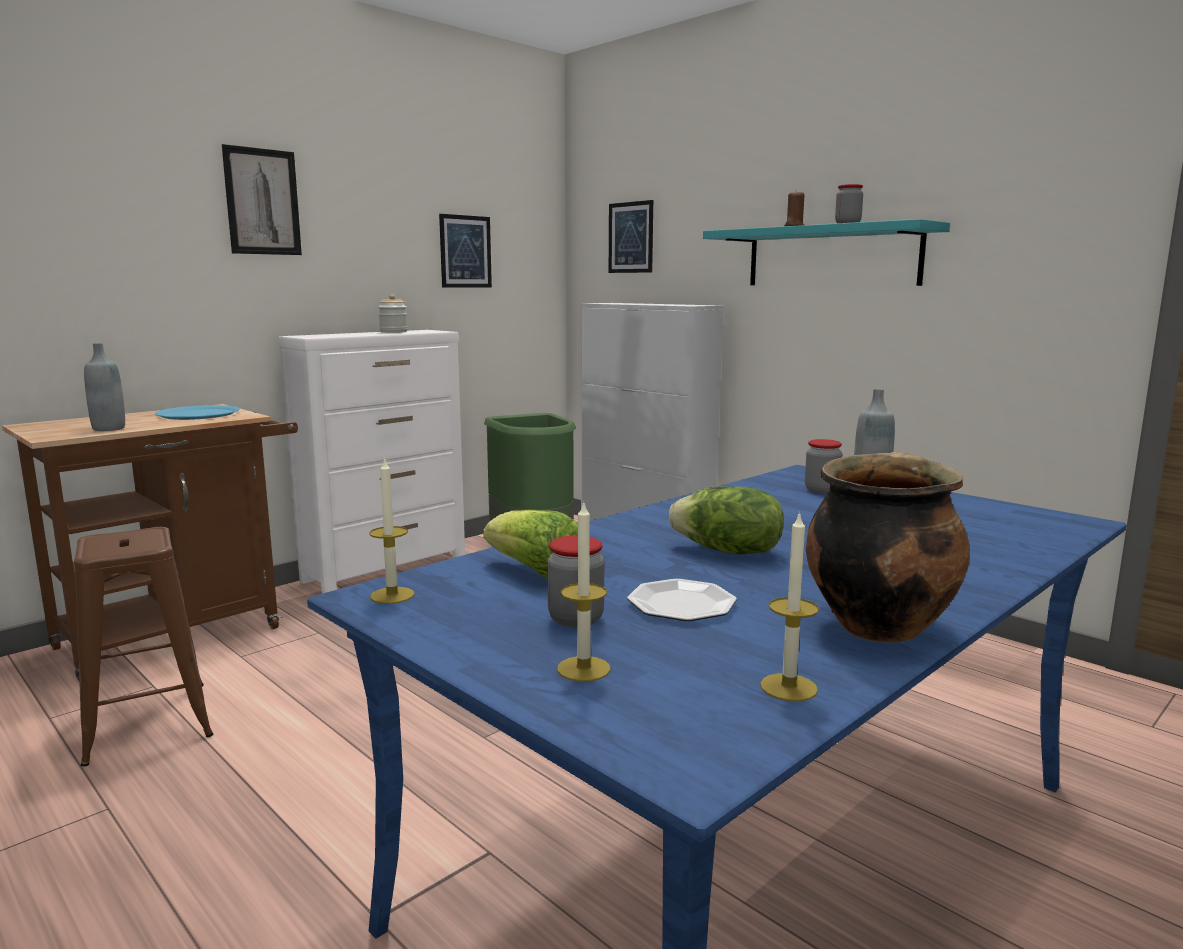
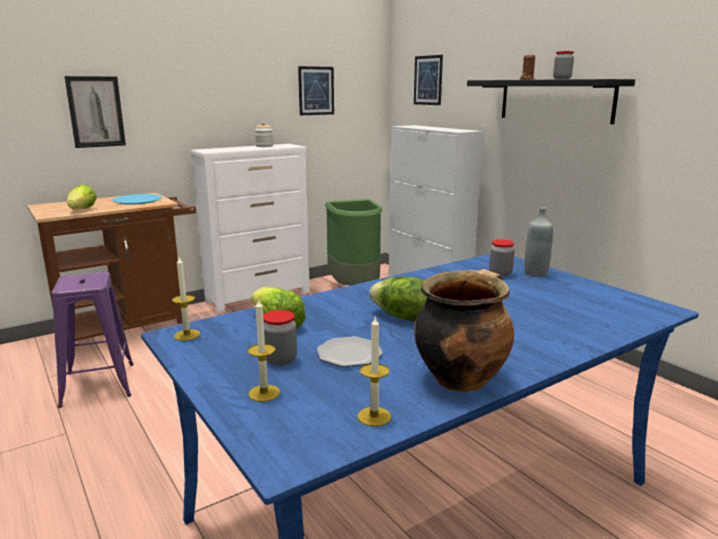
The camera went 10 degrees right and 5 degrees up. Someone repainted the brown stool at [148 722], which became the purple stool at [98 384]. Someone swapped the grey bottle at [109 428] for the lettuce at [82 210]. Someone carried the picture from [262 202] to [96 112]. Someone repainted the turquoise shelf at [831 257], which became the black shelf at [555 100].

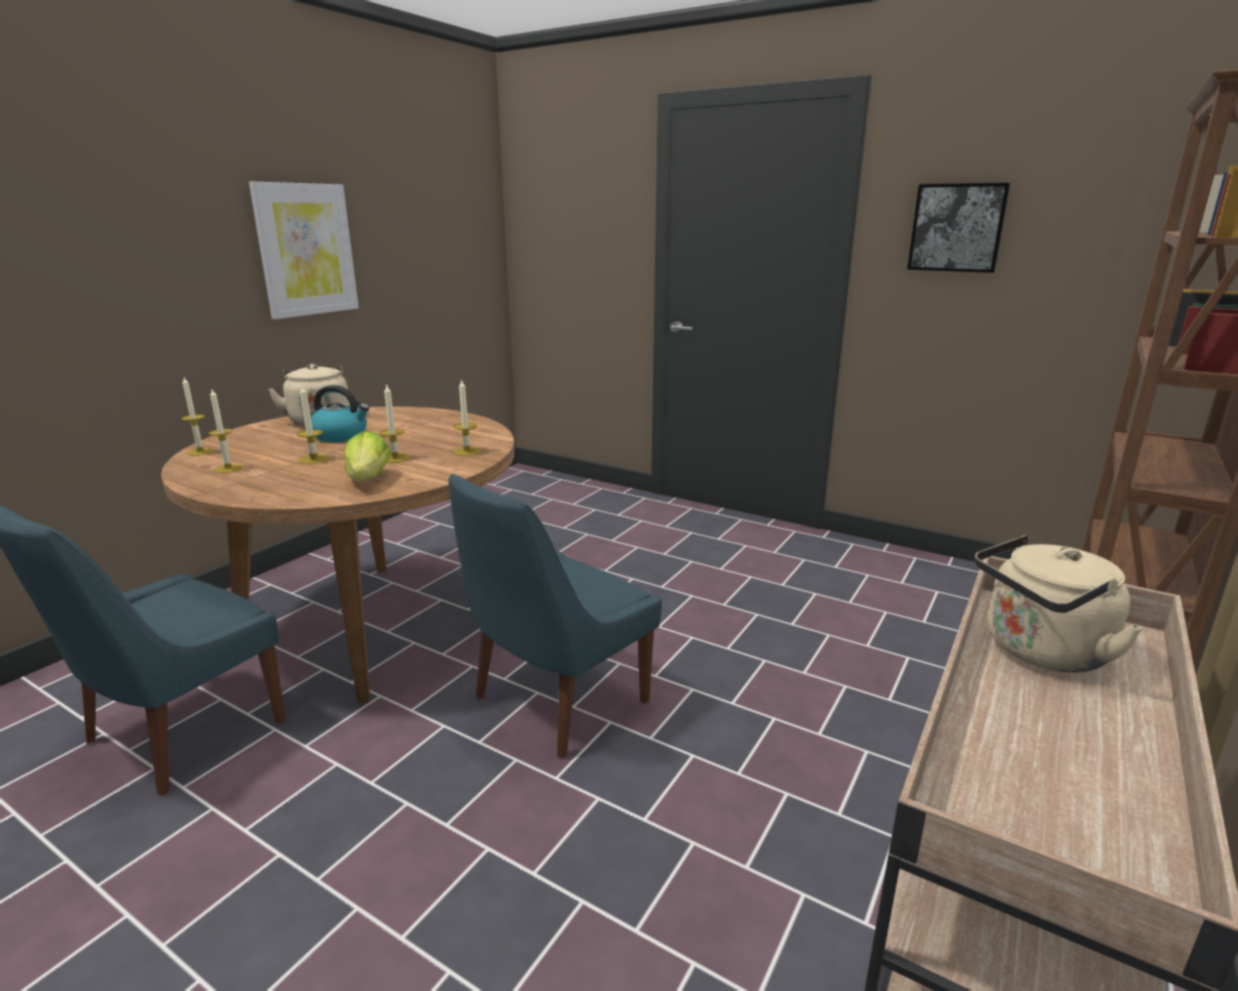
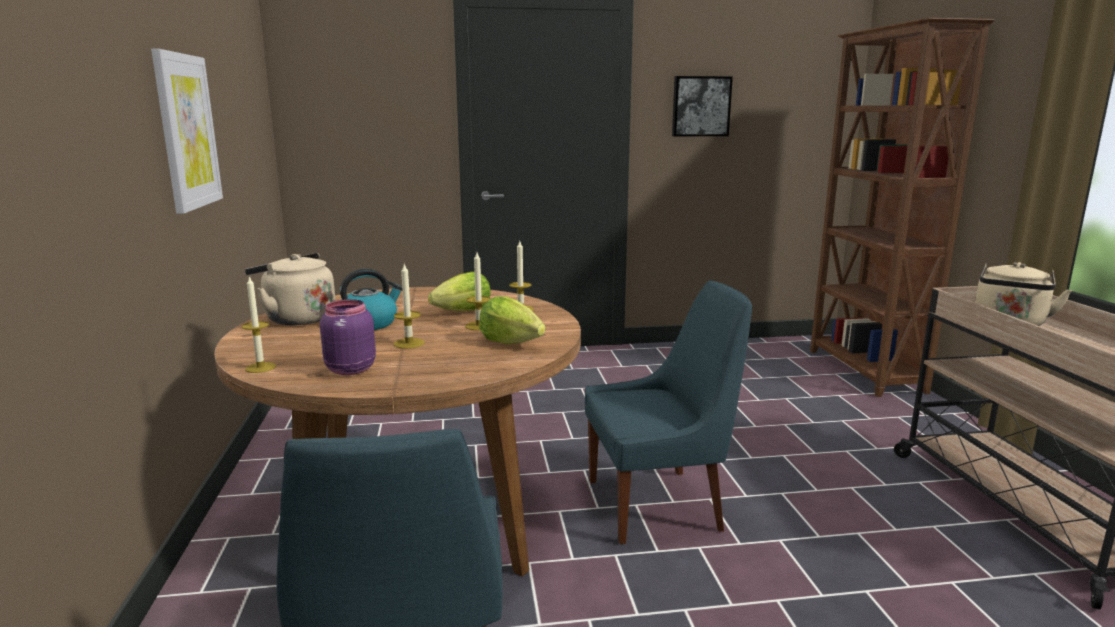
The camera went 40 degrees left and 5 degrees down. Someone swapped the candle at [228 469] for the purple jar at [349 369]. Someone rotated the blue chair at [555 702] by 105 degrees counterclockwise. Someone put down the lettuce at [463 312].

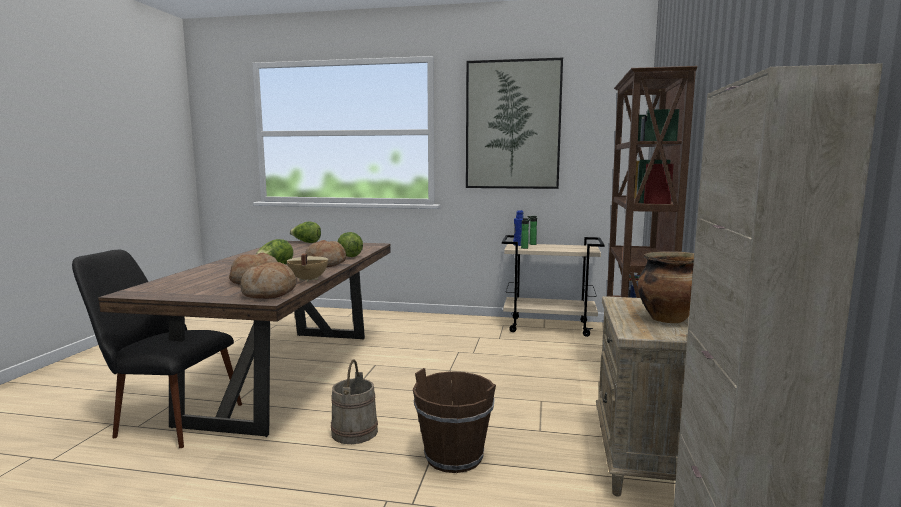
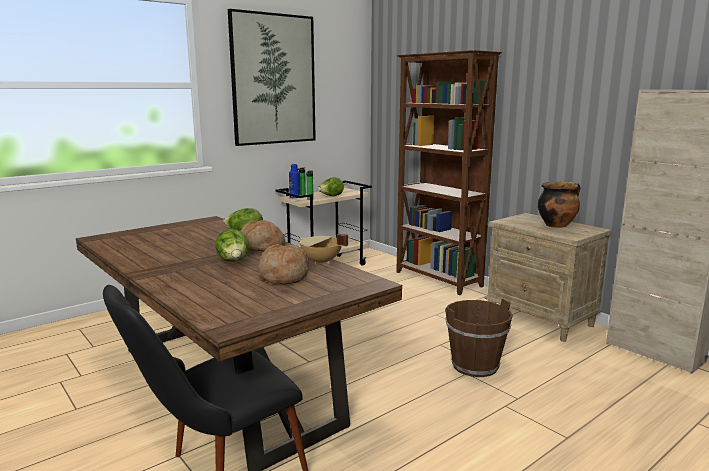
The camera went 50 degrees left and 5 degrees up. Someone took away the bread at [270 293]. Someone carried the lettuce from [306 242] to [331 196]. Someone took away the beige bucket at [355 432].

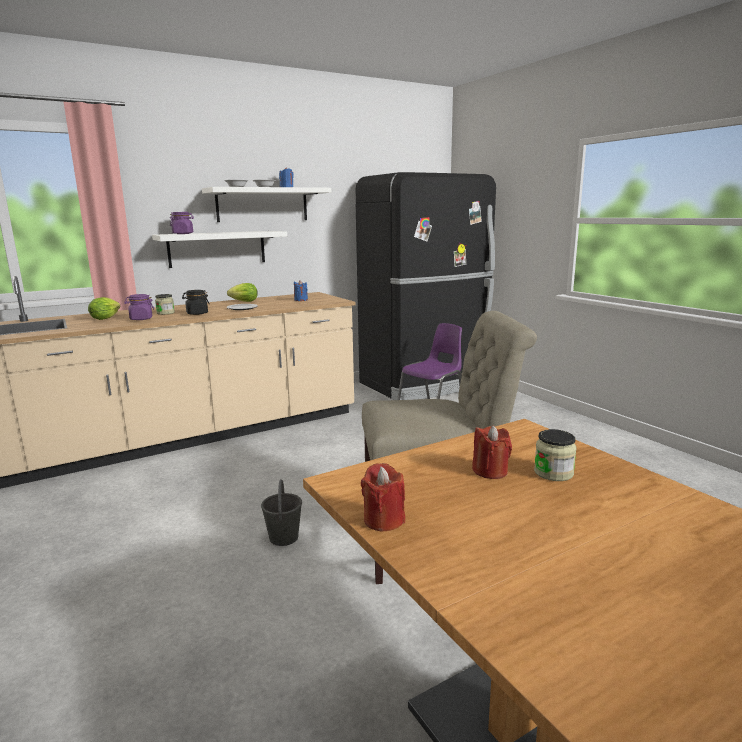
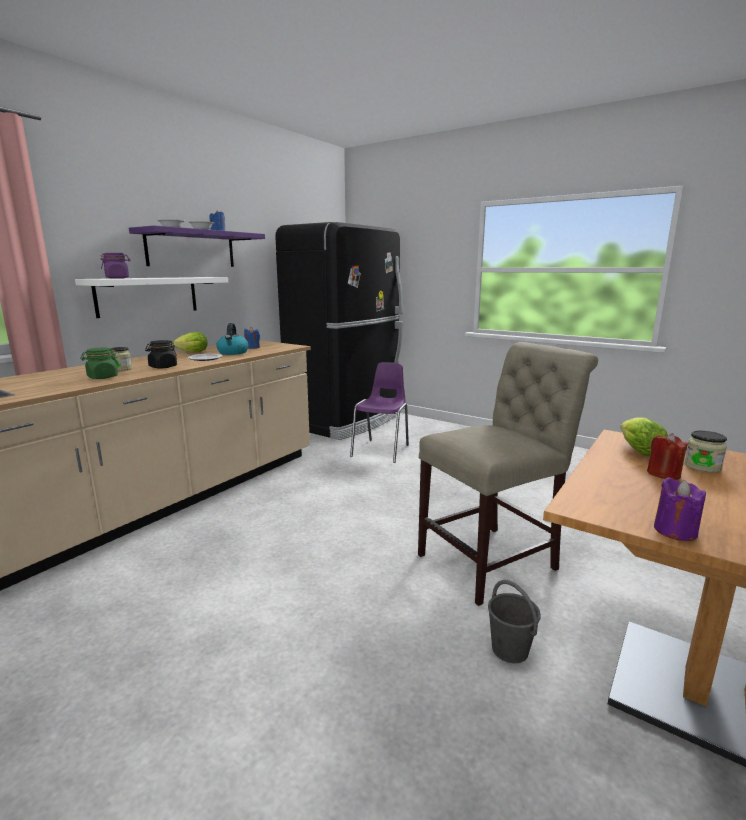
The camera went 25 degrees left and 0 degrees up. Someone carried the lettuce from [107 318] to [637 450]. Someone repainted the purple jar at [141 319], which became the green jar at [102 377]. Someone repainted the white shelf at [262 205], which became the purple shelf at [191 249]. Someone carried the grey bucket from [284 537] to [509 649]. Someone repainted the red candle at [383 520], which became the purple candle at [675 531]. Someone put down the kettle at [233 352].

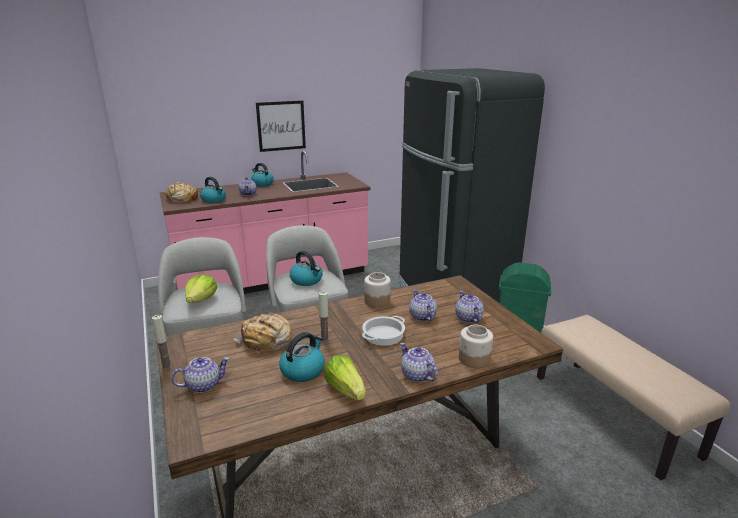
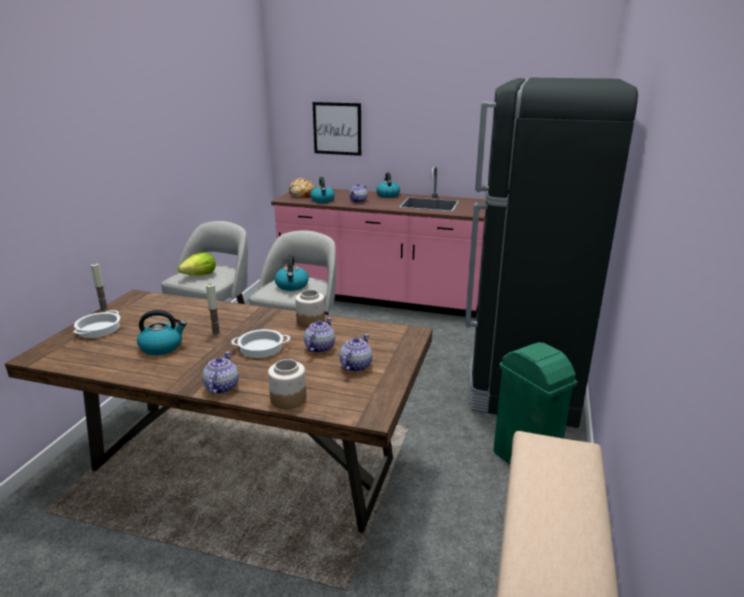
The camera went 40 degrees right and 0 degrees up. Someone swapped the teapot at [204 385] for the cooking pot at [99 329]. Someone took away the bread at [266 341]. Someone carried the picture from [281 126] to [337 128]. Someone took away the lettuce at [345 390].

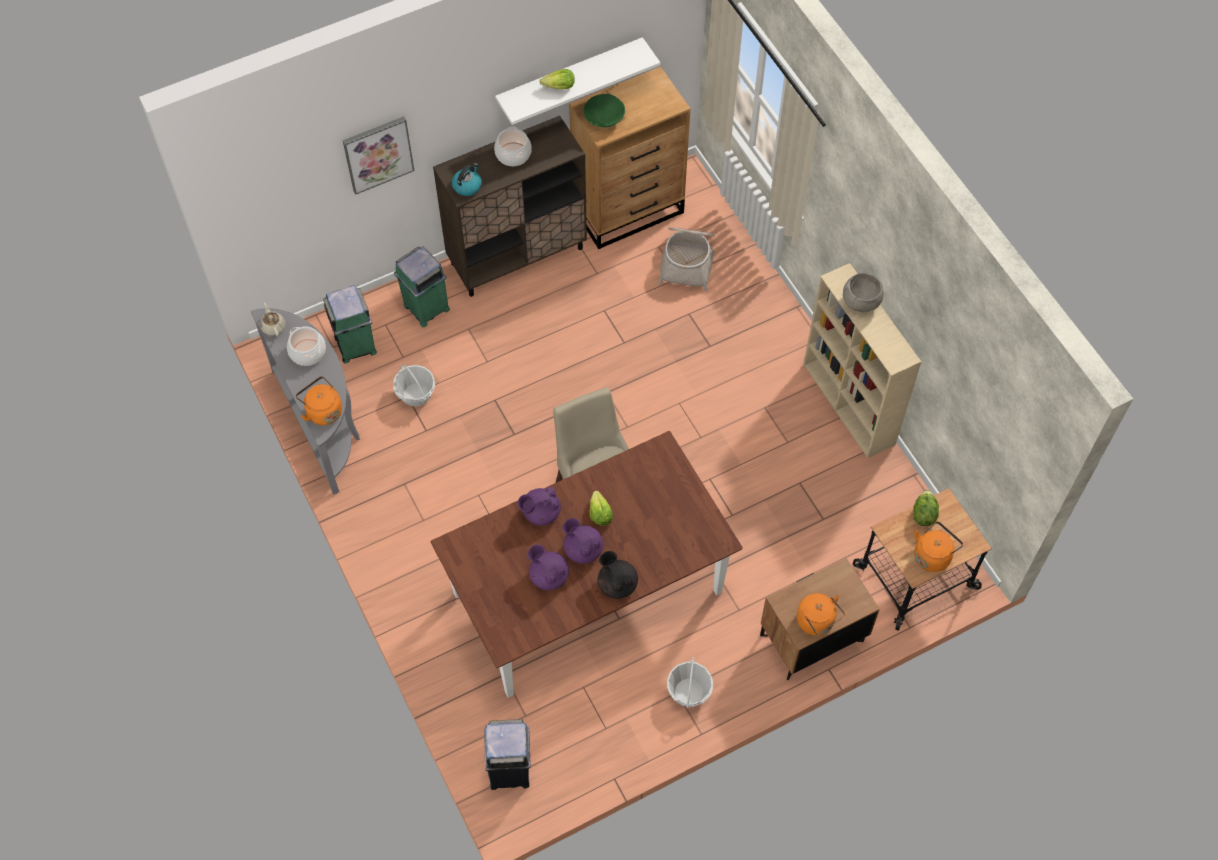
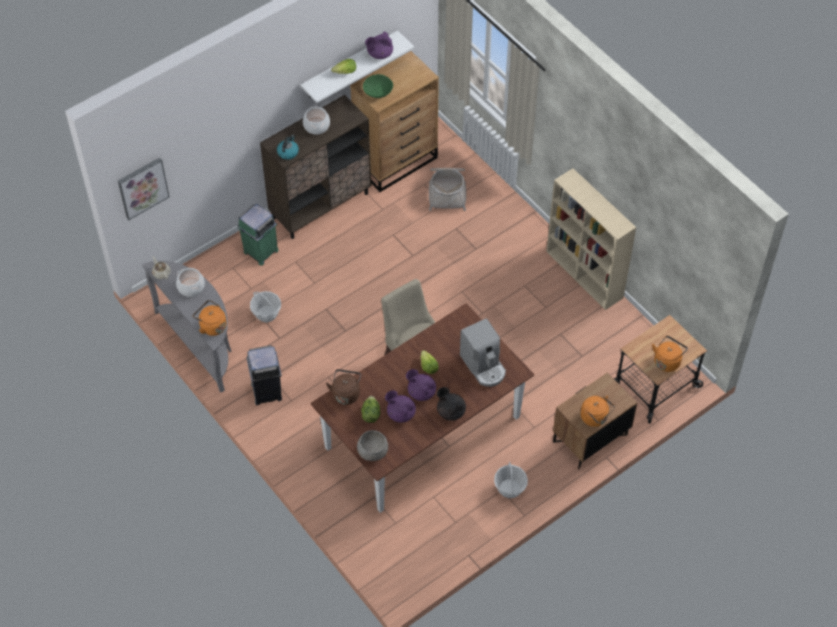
The camera went 10 degrees left and 5 degrees down. Someone took away the green trash can at [355 346]. Someone carried the picture from [378 154] to [143 187]. Someone carried the grey trash can from [510 770] to [267 391]. Someone carried the purple teapot from [540 513] to [379 54]. Someone carried the grey bowl from [860 303] to [372 453]. Someone carried the lettuce from [923 514] to [370 414]. Someone put down the brown kettle at [346 393]. Someone put down the coffee machine at [484 366].

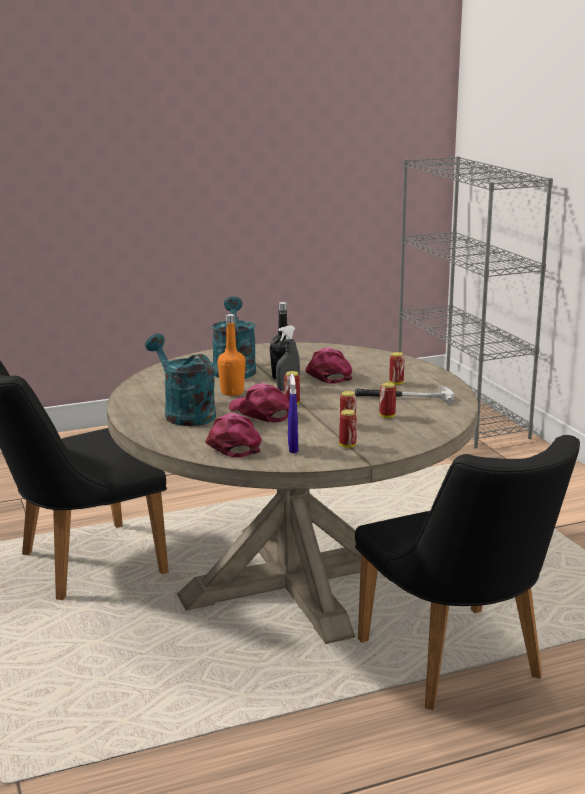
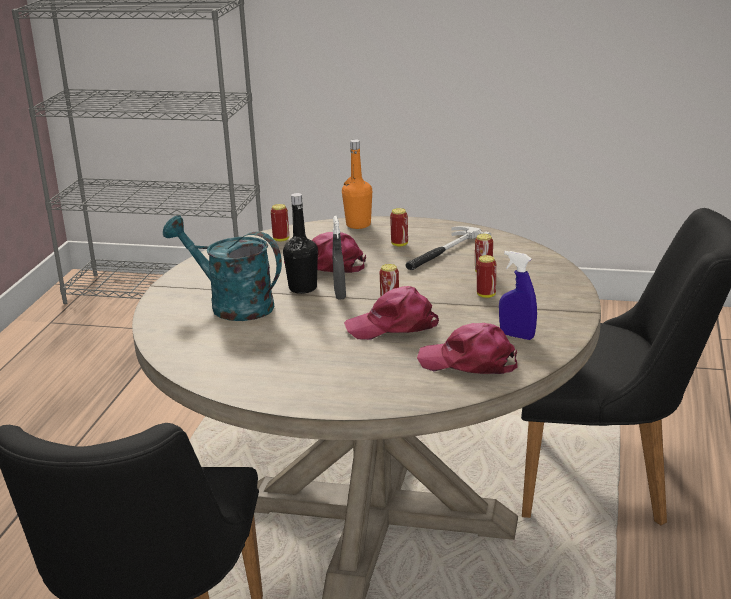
The camera went 55 degrees left and 5 degrees up. Someone took away the turquoise watering can at [184 413]. Someone carried the orange bottle from [232 392] to [358 225]. Someone carried the can from [347 445] to [281 239].

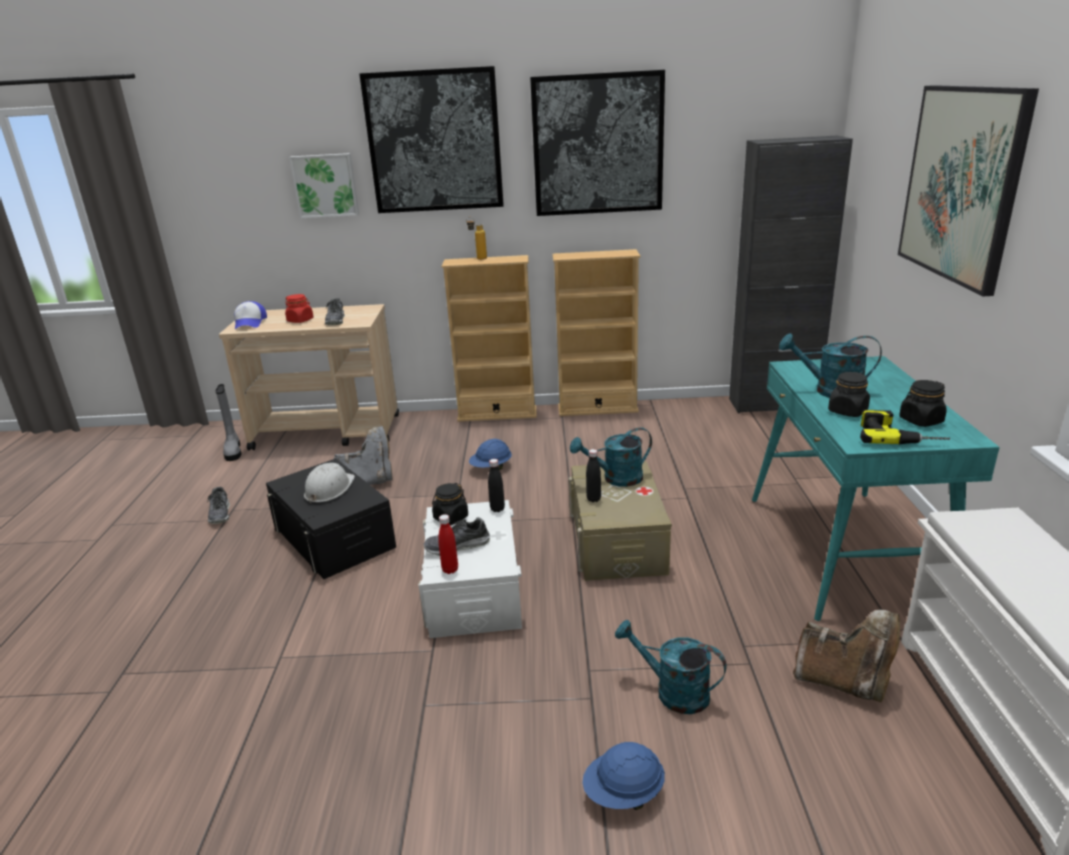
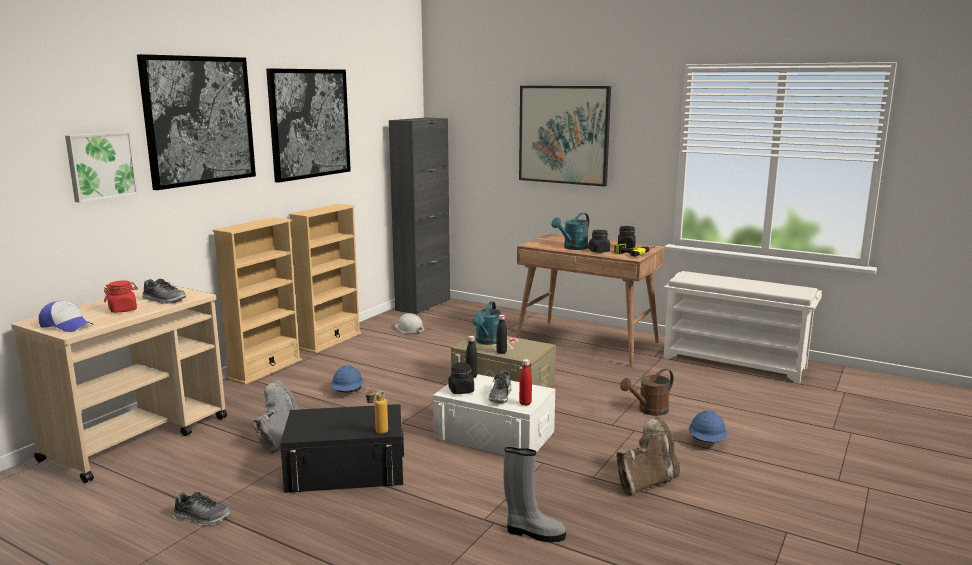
The camera went 60 degrees left and 10 degrees down. Someone carried the grey boot from [233 451] to [534 533]. Someone carried the white hard hat from [329 489] to [409 329]. Someone carried the bottle from [478 258] to [377 433]. Someone repainted the turquoise watering can at [672 691], which became the brown watering can at [649 410]. Someone repainted the turquoise desk at [845 551], which became the brown desk at [587 343]. Someone carried the brown boot from [844 682] to [647 482].

